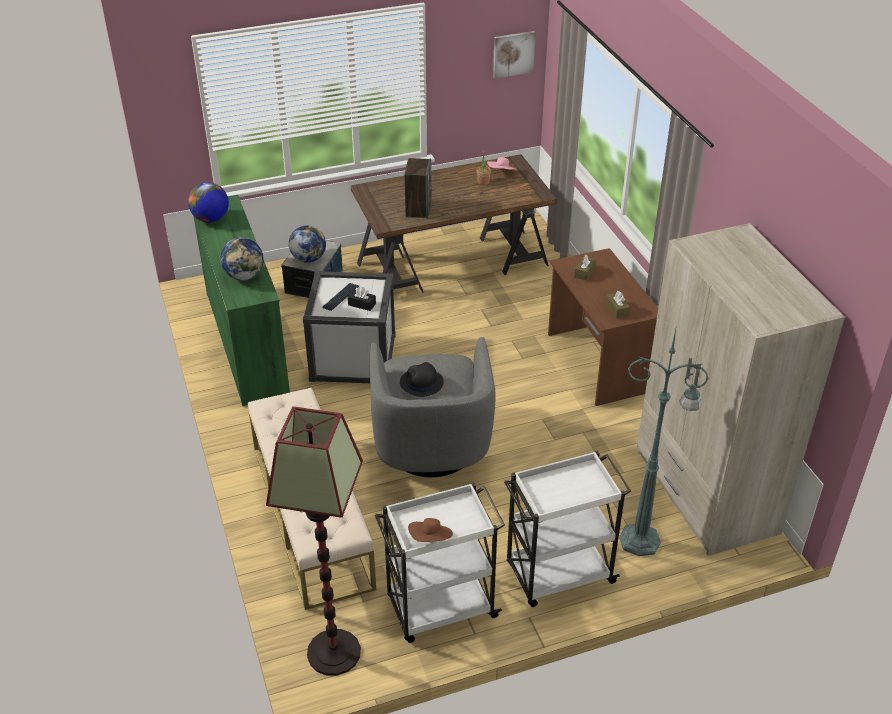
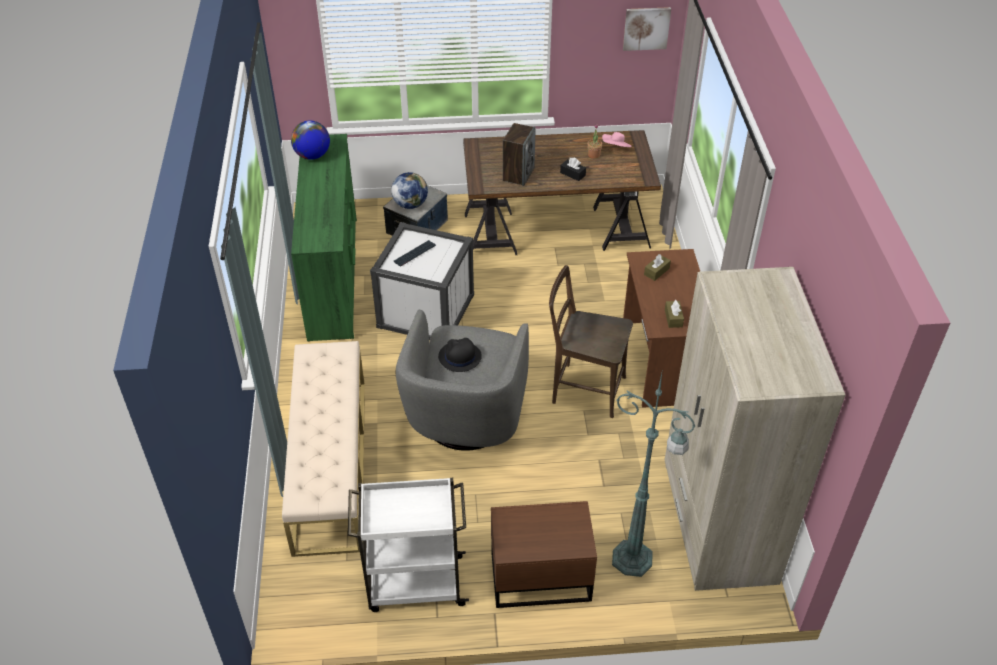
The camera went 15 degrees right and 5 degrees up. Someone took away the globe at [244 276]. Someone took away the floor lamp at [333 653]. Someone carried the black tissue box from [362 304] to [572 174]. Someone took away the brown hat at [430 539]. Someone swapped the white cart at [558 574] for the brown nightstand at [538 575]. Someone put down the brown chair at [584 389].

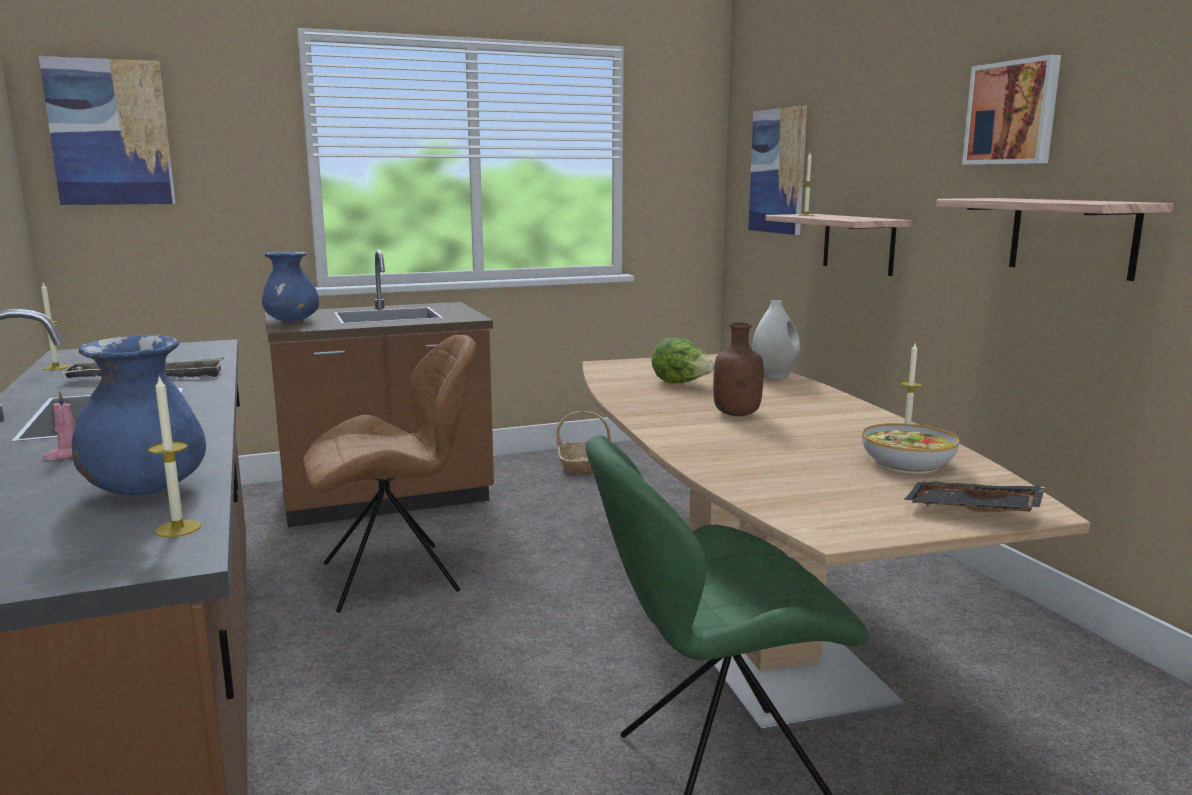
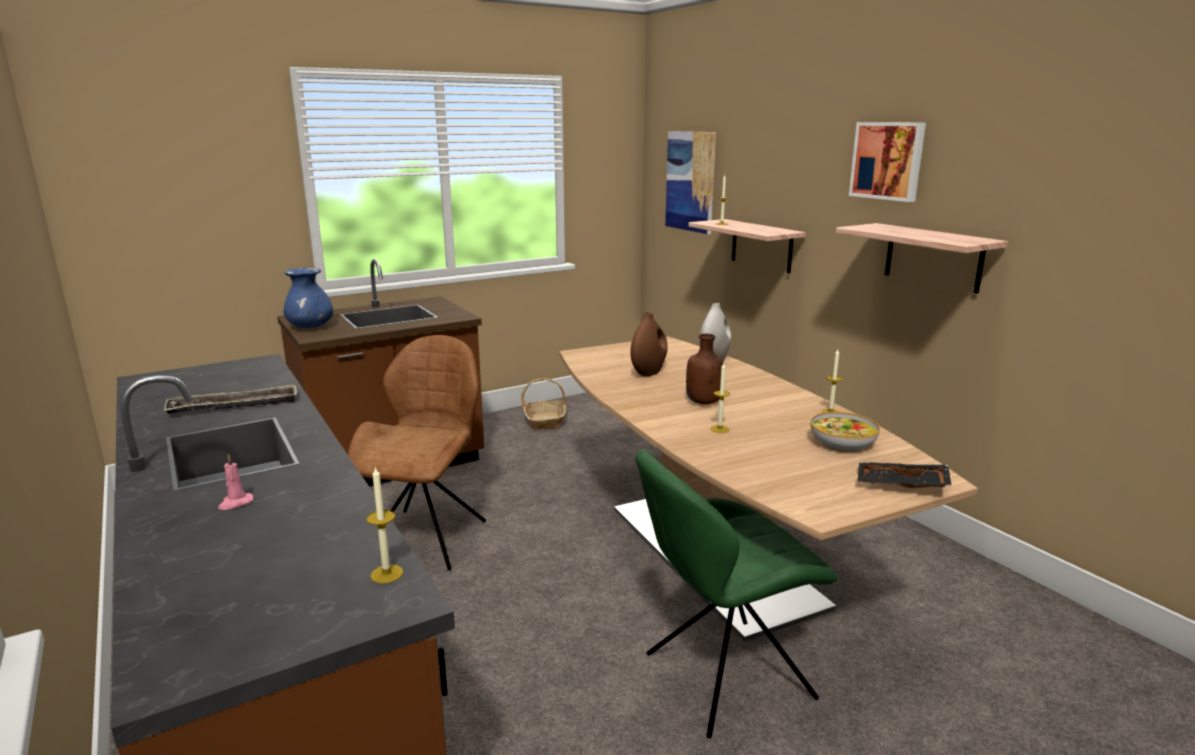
The camera went 10 degrees left and 5 degrees up. Someone carried the candle from [56 367] to [719 429]. Someone took away the picture at [110 133]. Someone took away the blue vase at [146 489]. Someone rotated the brown chair at [396 576] by 45 degrees counterclockwise. Someone swapped the lettuce at [681 384] for the brown vase at [648 372].

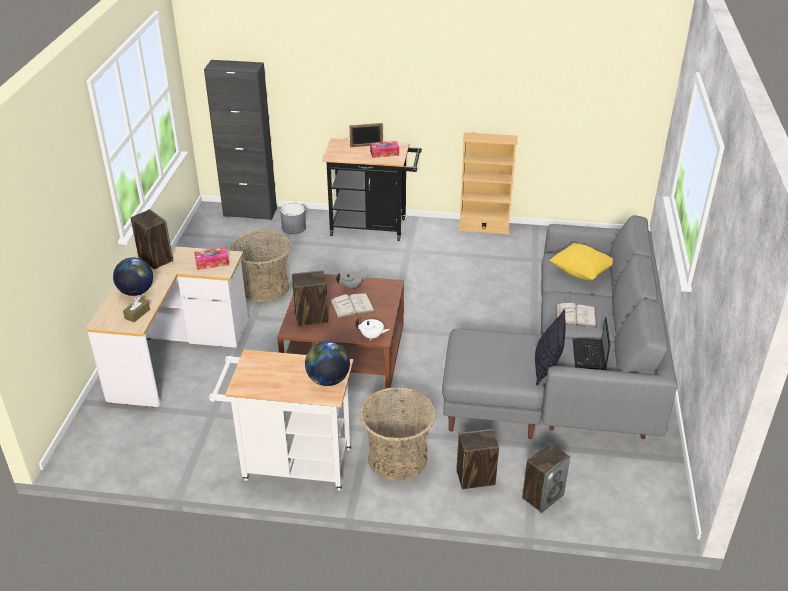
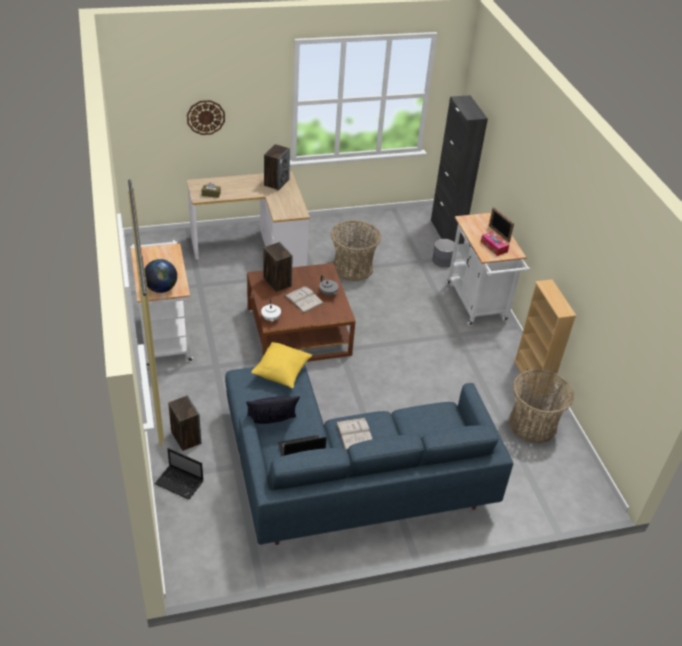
The camera went 65 degrees right and 5 degrees up. Someone took away the globe at [136 291]. Someone took away the tissue box at [212 262]. Someone repainted the black cart at [373 227], which became the white cart at [478 305]. Someone carried the basket from [397 457] to [532 424]. Someone repainted the grey sofa at [571 371], which became the blue sofa at [344 478]. Someone swapped the speaker at [542 496] for the laptop at [180 483]. Someone carried the yellow pillow from [581 272] to [281 373]. Someone put up the wall clock at [205 117].

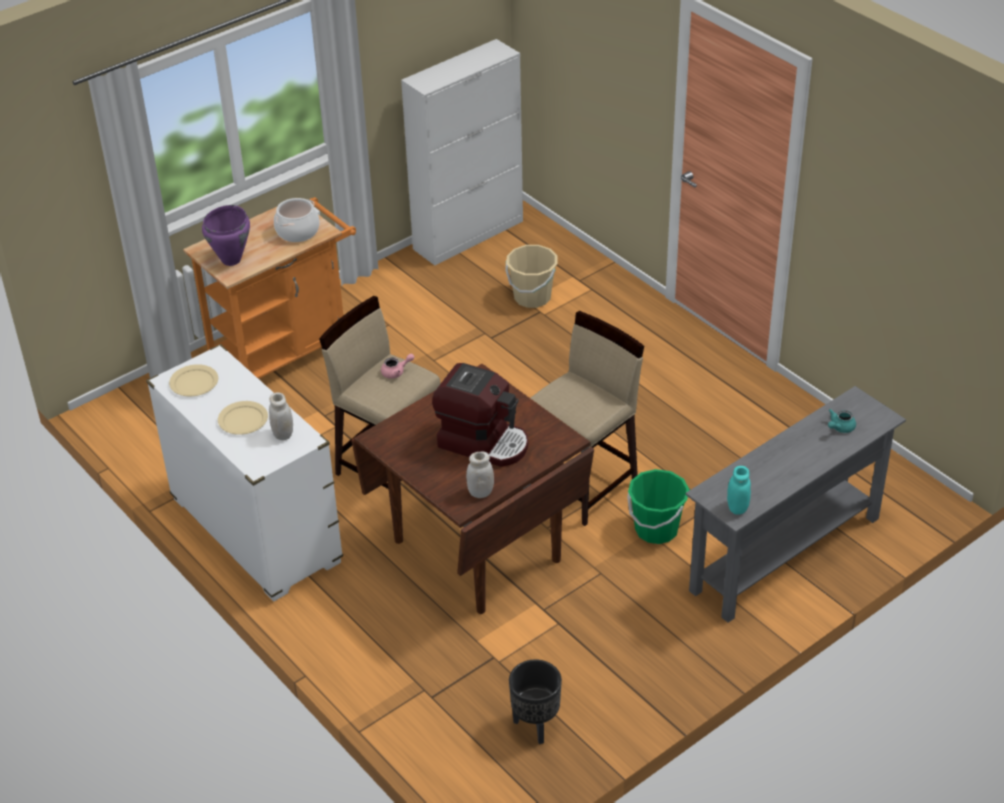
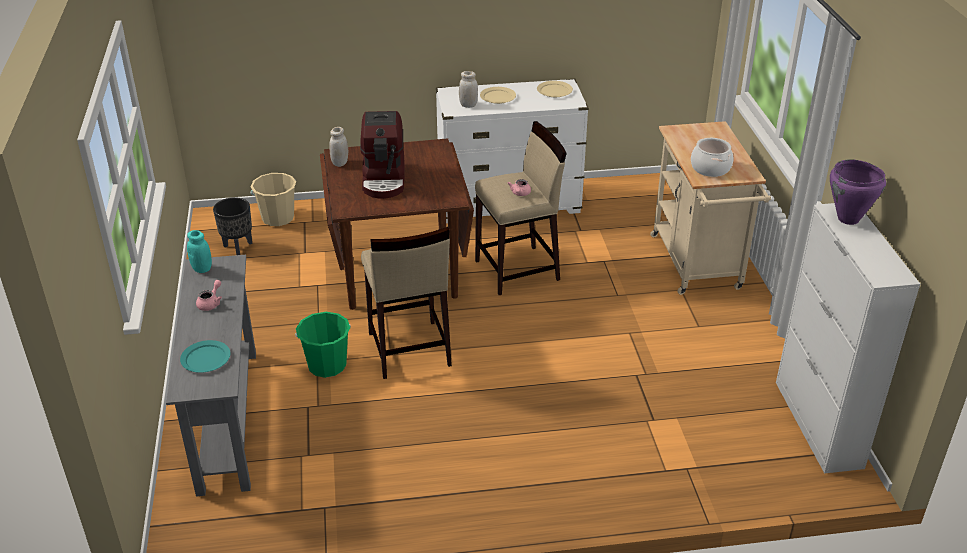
The camera went 120 degrees right and 5 degrees down. Someone repainted the orange cart at [286 352], which became the beige cart at [698 266]. Someone carried the purple cooking pot from [231 260] to [848 219]. Someone rotated the coffee machine at [483 442] by 60 degrees counterclockwise. Someone carried the beige bucket from [532 297] to [278 218]. Someone swapped the turquoise teapot at [840 428] for the turquoise plate at [205 358]. Someone put down the pink teapot at [211 303].

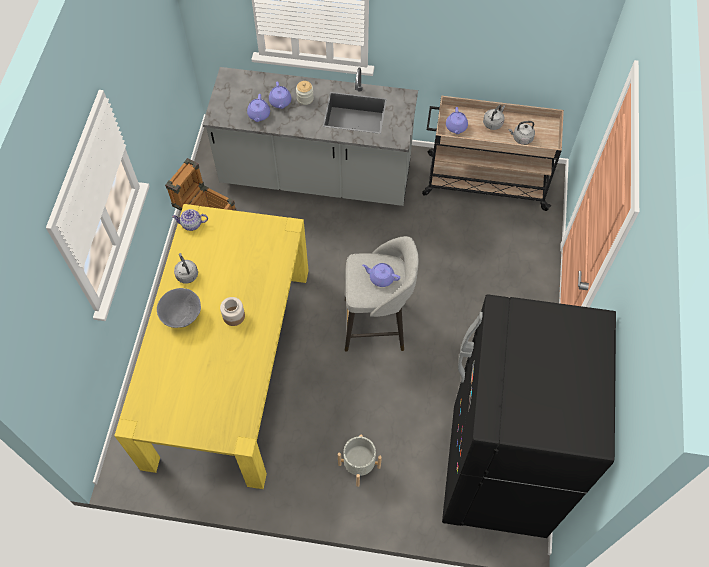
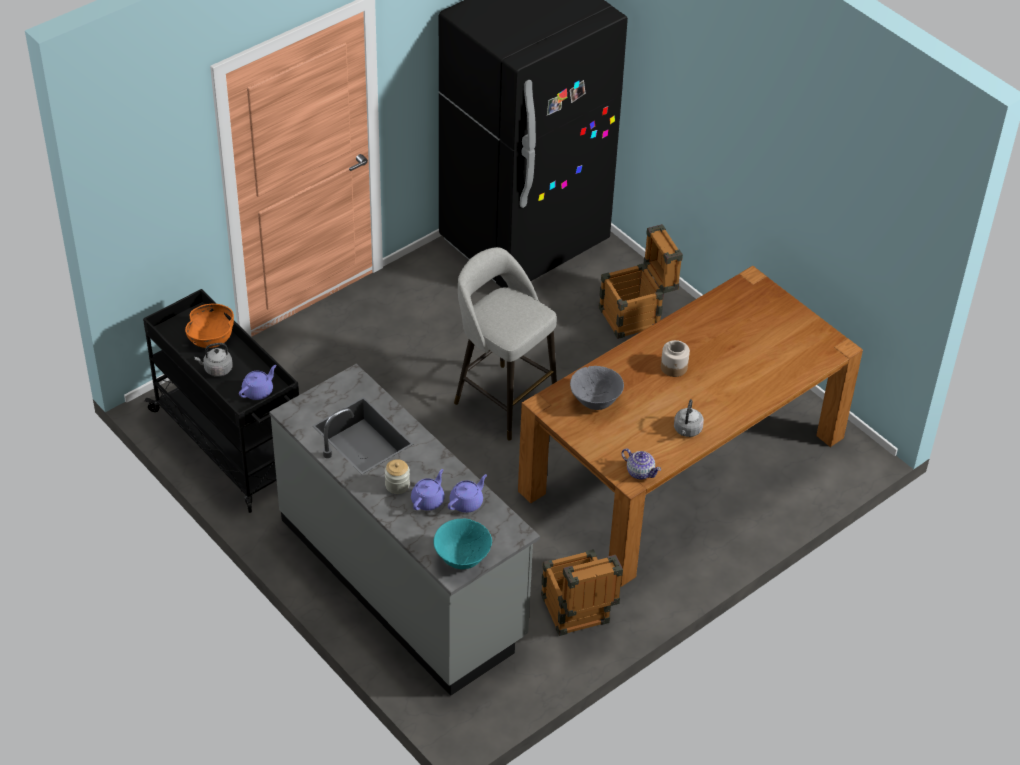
The camera went 140 degrees left and 15 degrees down. Someone repainted the yellow dining table at [229 364], which became the brown dining table at [683 464]. Someone carried the grey bowl from [182 316] to [595 401]. Someone swapped the grey planter at [359 466] for the crate at [637 316]. Someone took away the purple teapot at [381 278]. Someone repainted the beige cart at [484 181], which became the black cart at [231 444]. Someone swapped the grey kettle at [521 138] for the orange bowl at [212 338]. Someone put down the turquoise bowl at [462 558].

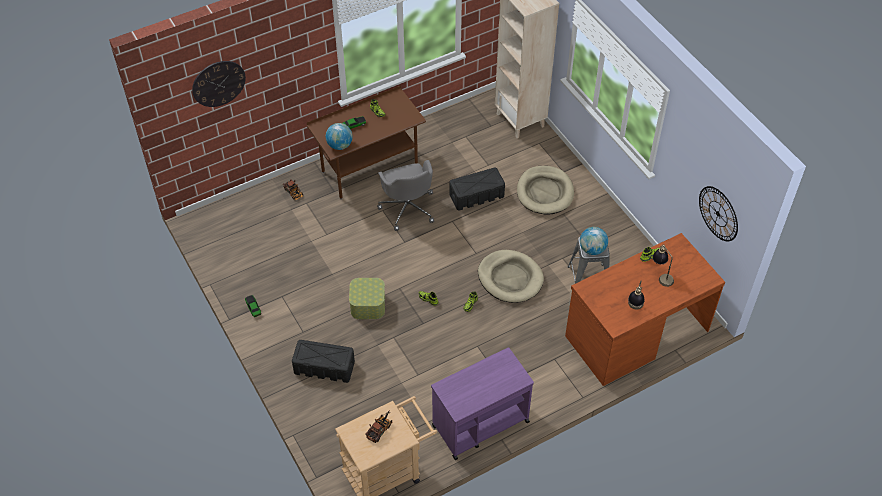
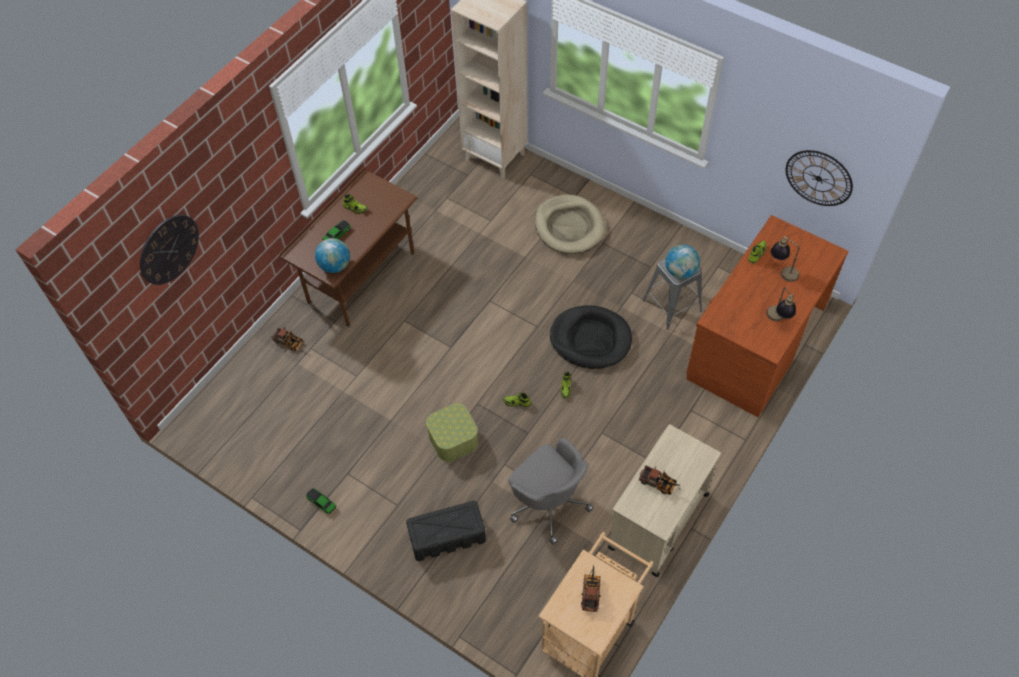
The camera went 25 degrees left and 5 degrees up. Someone carried the grey office chair from [408 207] to [548 502]. Someone repainted the purple cart at [479 424], which became the beige cart at [657 521]. Someone took away the black storage box at [477 195]. Someone repainted the beige dog bed at [510 278], which became the black dog bed at [590 339]. Someone put down the toy truck at [659 484].

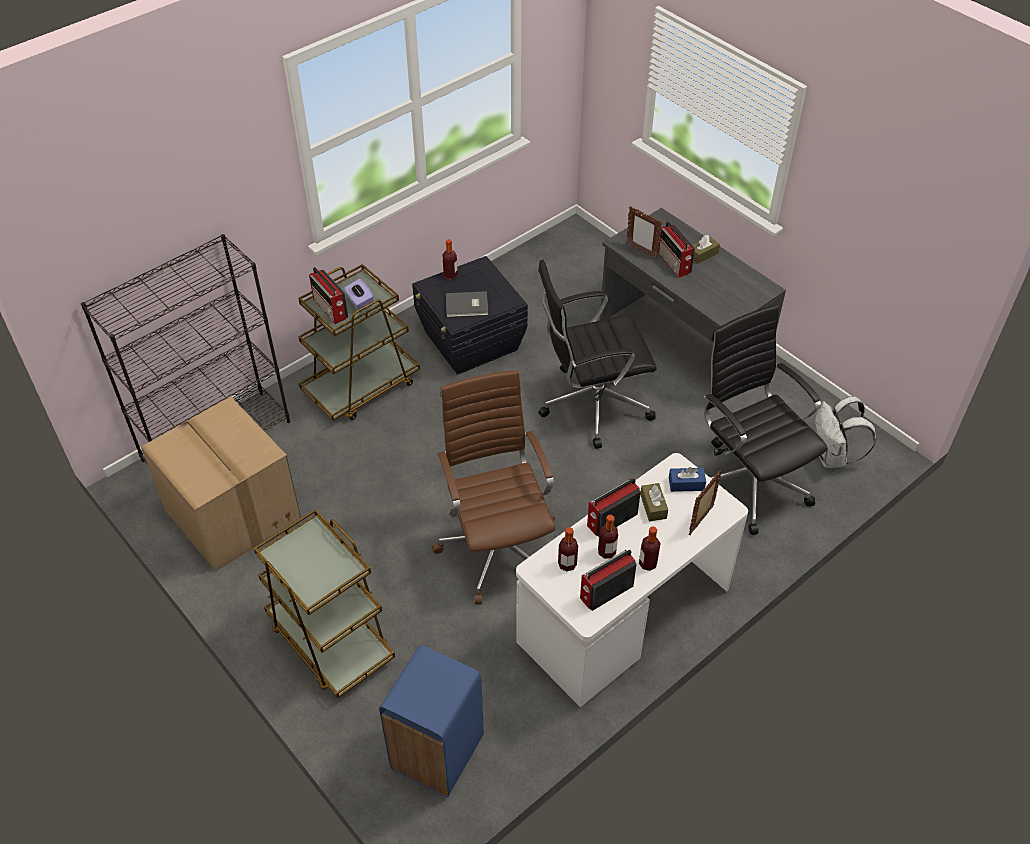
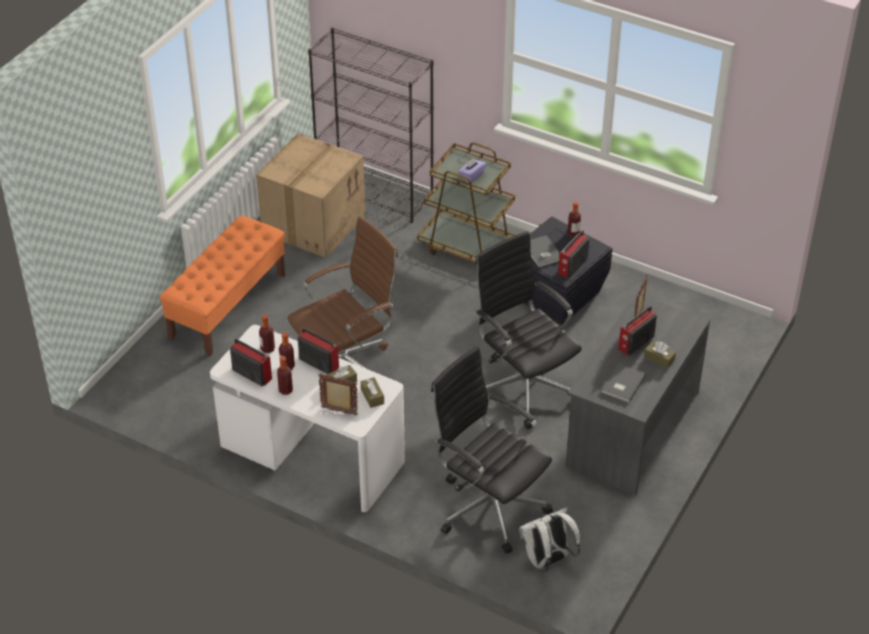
The camera went 70 degrees right and 5 degrees down. Someone swapped the brown cart at [330 641] for the orange bench at [228 306]. Someone carried the radio from [331 309] to [572 266]. Someone took away the blue trash can at [436 753]. Someone repainted the blue tissue box at [686 484], which became the brown tissue box at [372 396]. Someone rotated the black office chair at [748 480] by 90 degrees counterclockwise. Someone put down the grey book at [622 384].

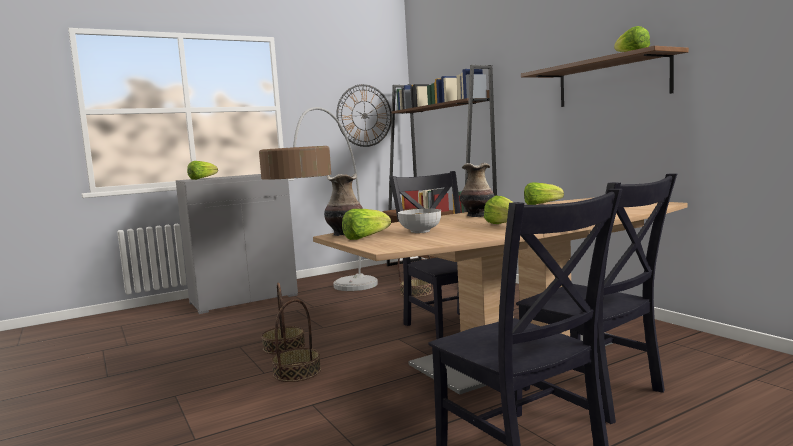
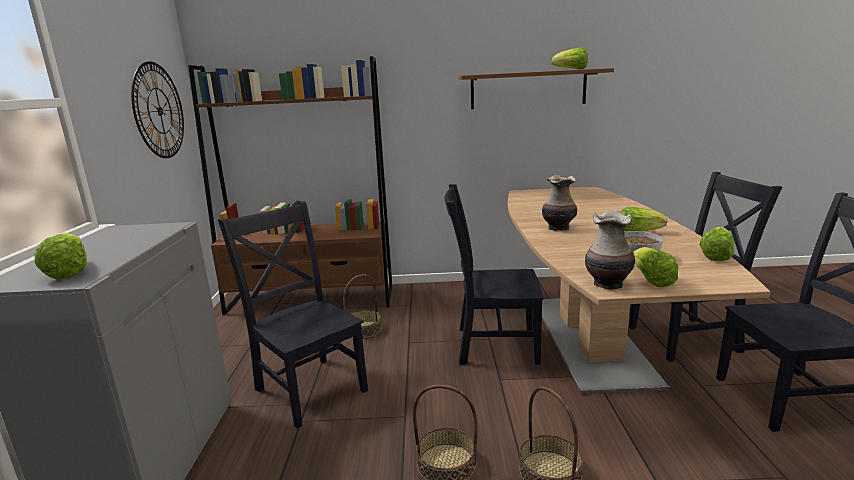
The camera went 60 degrees left and 10 degrees up. Someone swapped the floor lamp at [330 302] for the black chair at [309 387]. Someone carried the lettuce from [541 204] to [716 256].

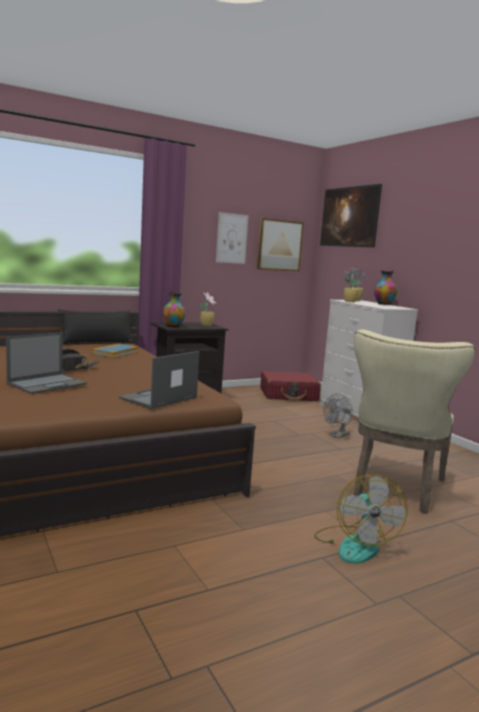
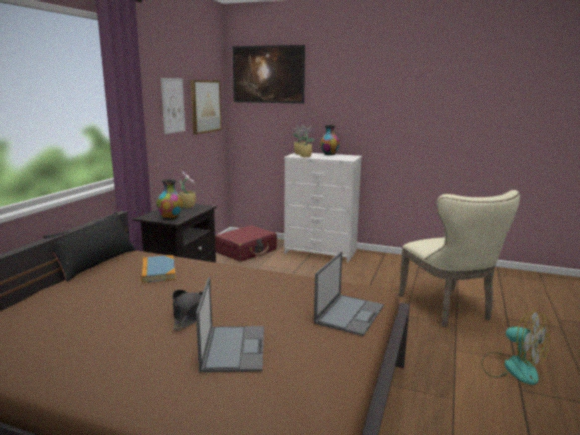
The camera went 40 degrees left and 5 degrees up. Someone rotated the laptop at [158 398] by 150 degrees counterclockwise. Someone took away the grey fan at [337 436].

